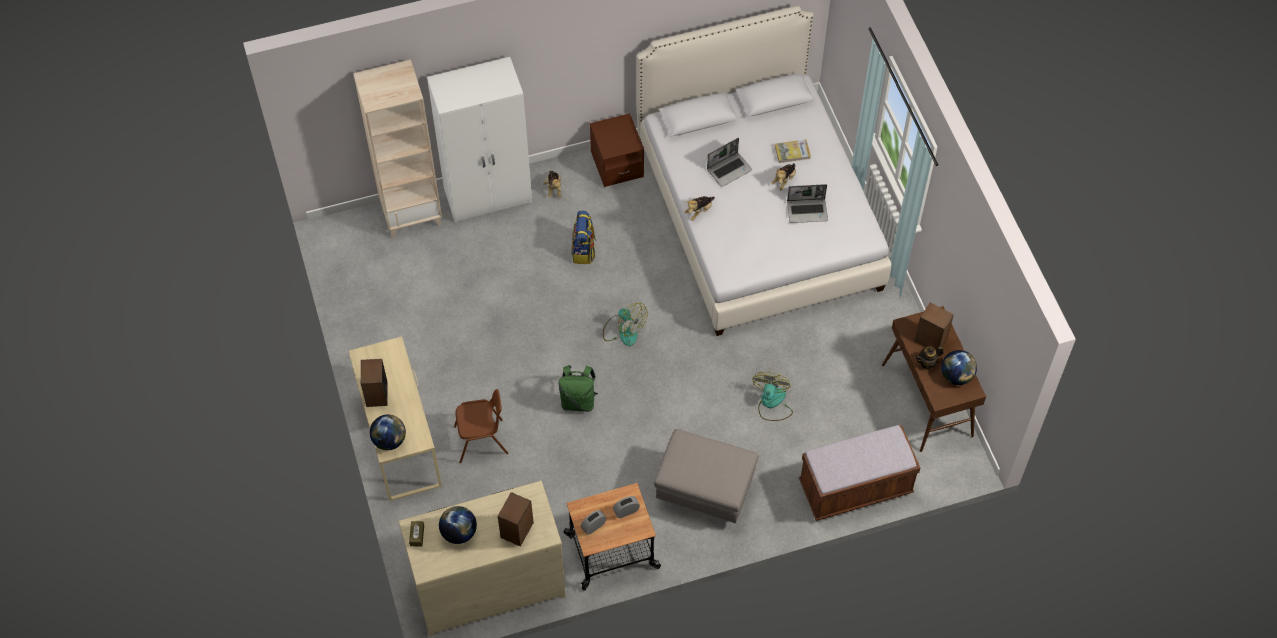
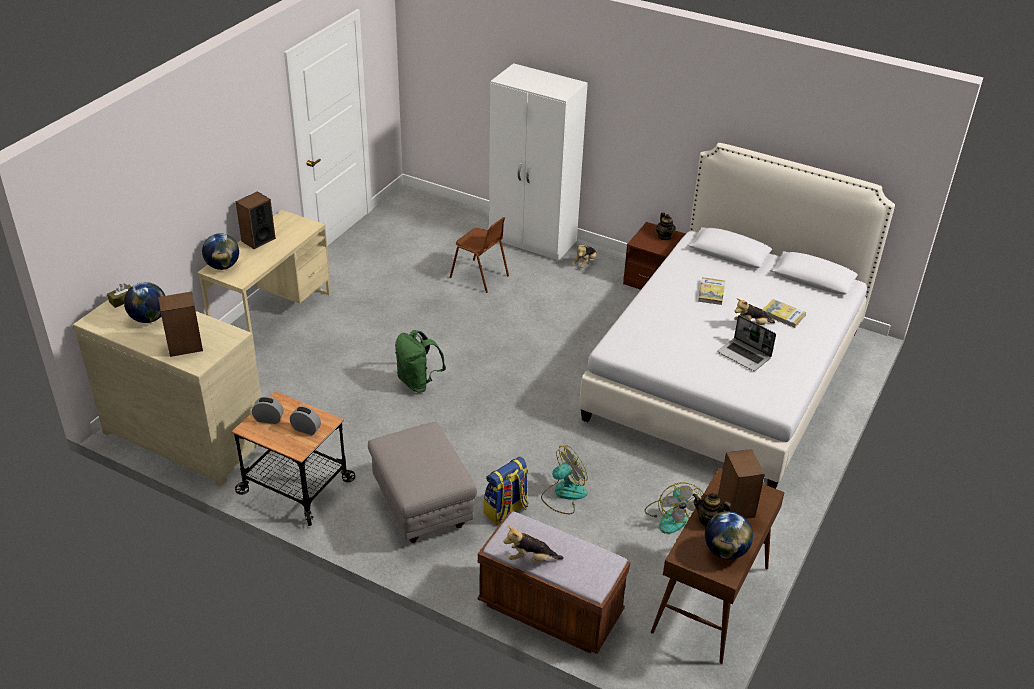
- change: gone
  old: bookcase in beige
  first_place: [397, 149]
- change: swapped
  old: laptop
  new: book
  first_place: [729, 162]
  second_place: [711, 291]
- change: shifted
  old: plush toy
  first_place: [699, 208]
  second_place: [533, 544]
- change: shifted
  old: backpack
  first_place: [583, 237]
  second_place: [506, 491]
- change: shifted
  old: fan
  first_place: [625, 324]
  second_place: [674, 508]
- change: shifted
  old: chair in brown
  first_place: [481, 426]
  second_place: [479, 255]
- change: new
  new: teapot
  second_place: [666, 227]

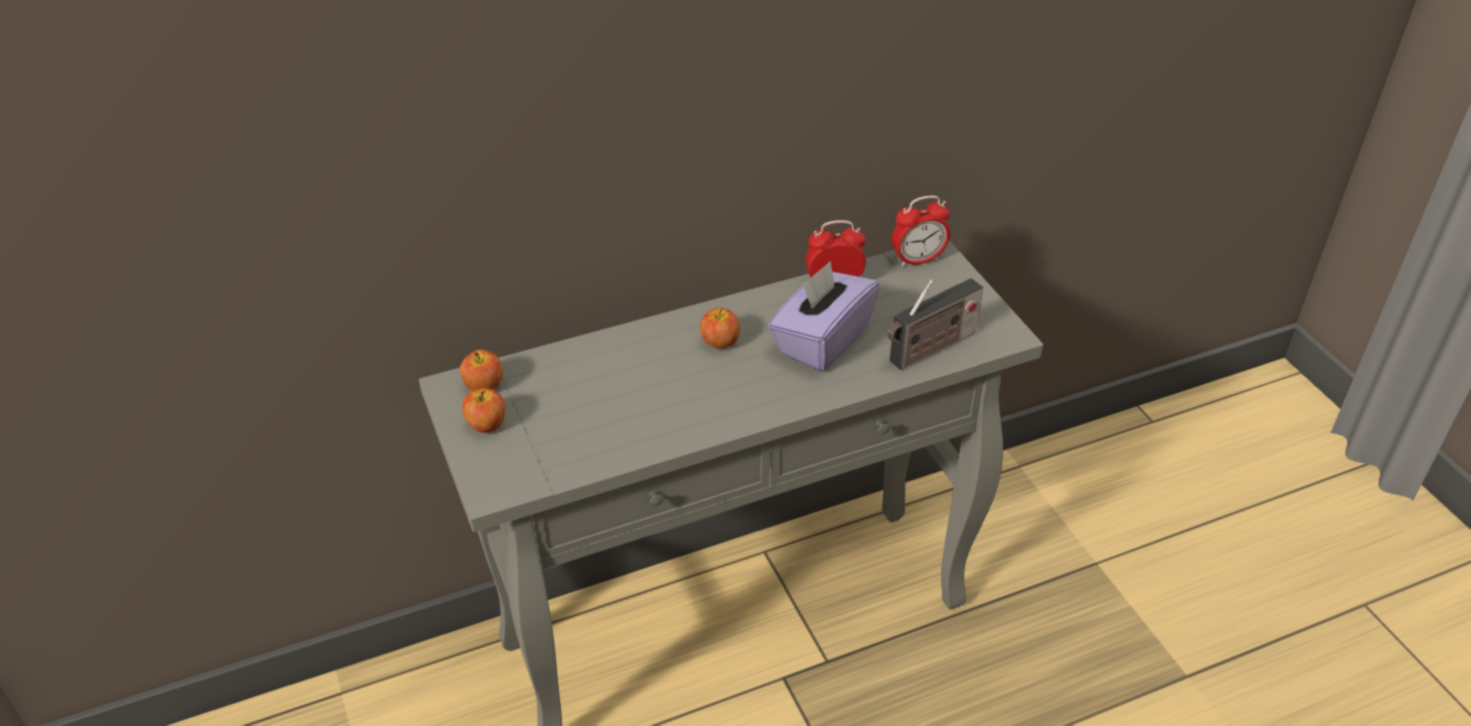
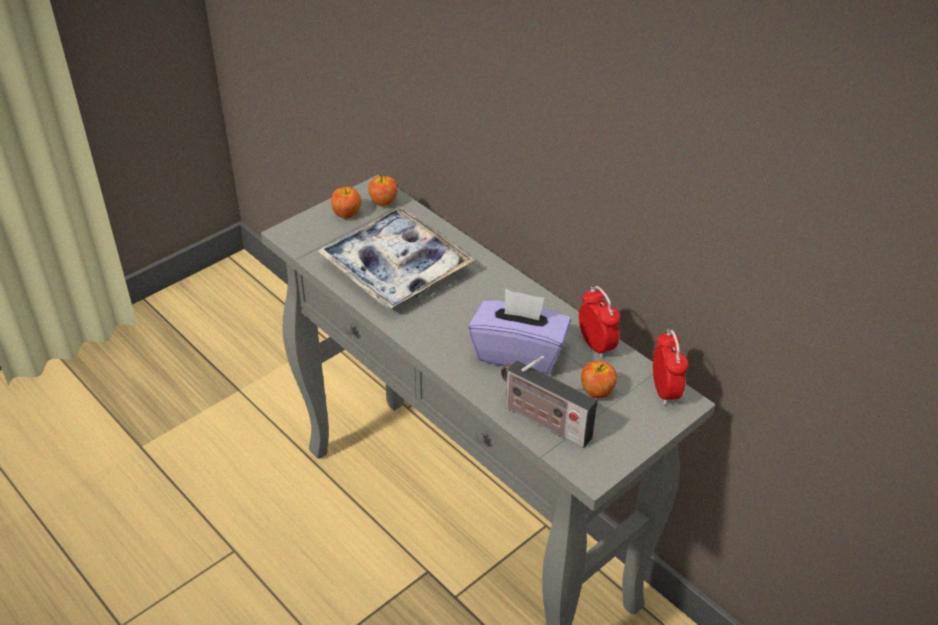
- change: rotated
  old: alarm clock
  first_place: [921, 231]
  second_place: [670, 367]
  degrees: -150
- change: shifted
  old: apple
  first_place: [720, 328]
  second_place: [599, 379]
- change: new
  new: tray
  second_place: [395, 258]

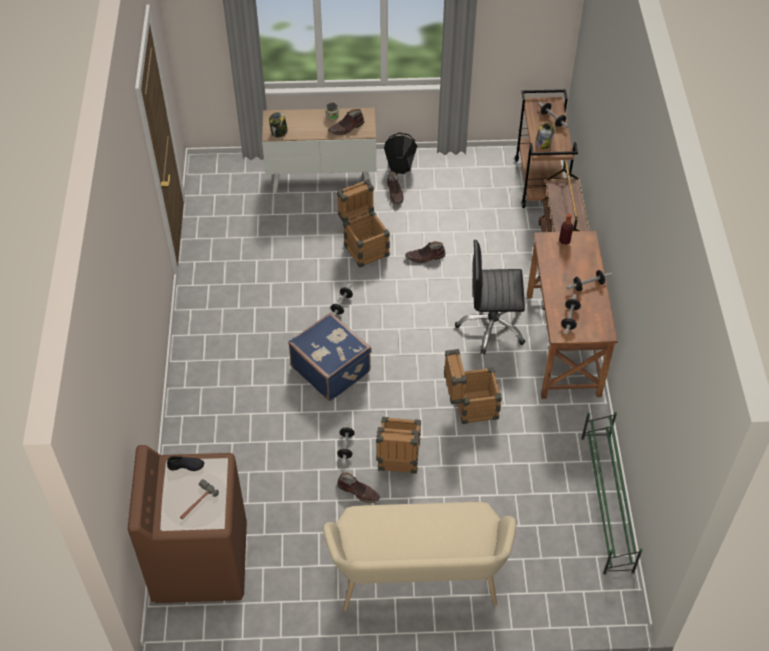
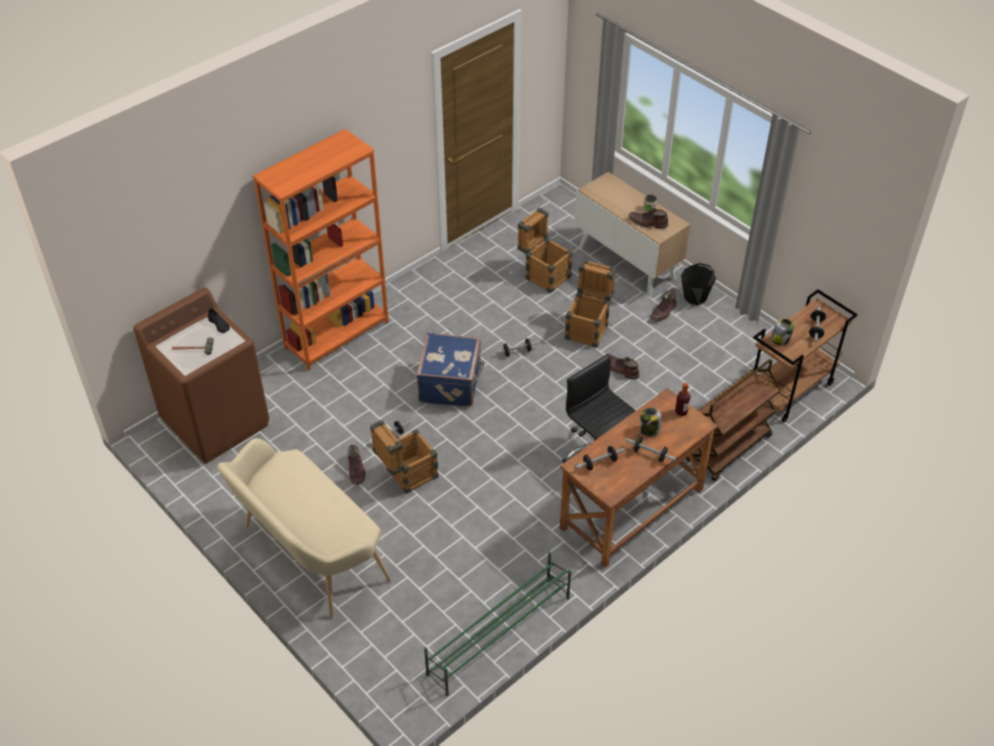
- change: shifted
  old: jar
  first_place: [278, 125]
  second_place: [650, 422]
- change: shifted
  old: crate
  first_place: [473, 386]
  second_place: [545, 250]
- change: new
  new: bookcase in orange
  second_place: [321, 250]

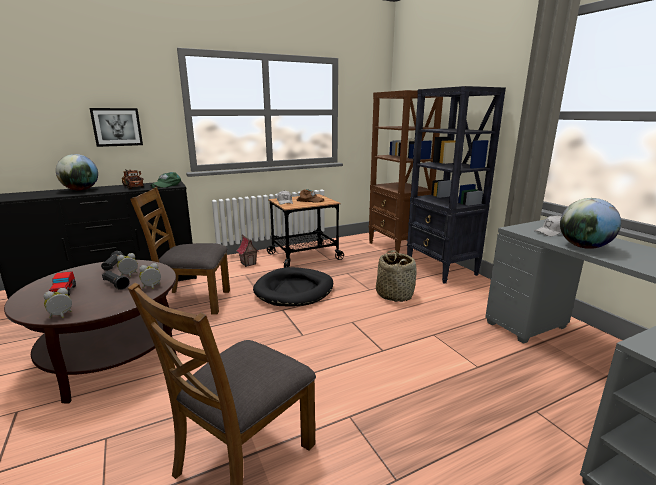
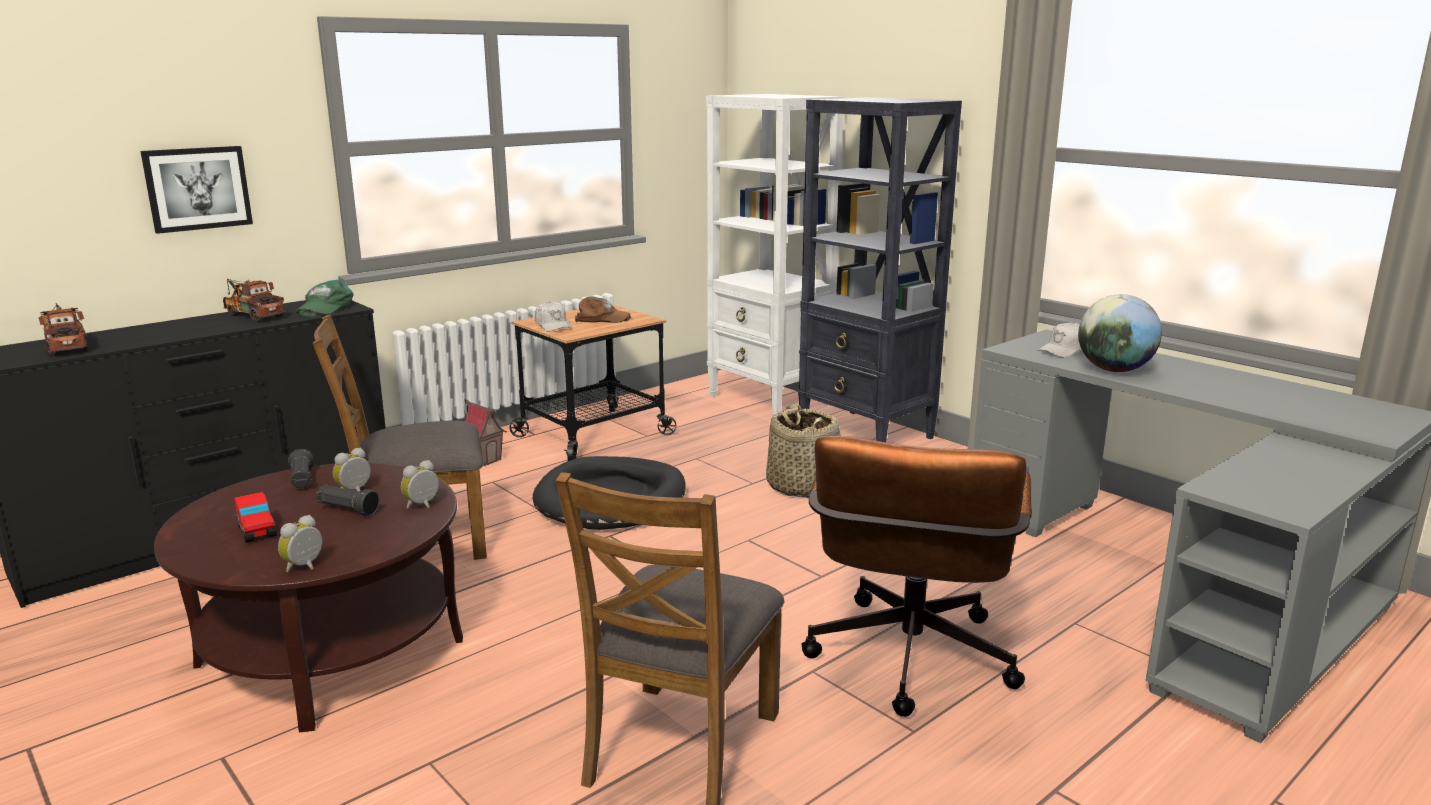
- change: repainted
  old: bookcase in brown
  new: bookcase in white
  first_place: [406, 171]
  second_place: [775, 254]
- change: gone
  old: globe
  first_place: [77, 172]
- change: new
  new: toy truck
  second_place: [63, 329]
- change: new
  new: office chair in brown
  second_place: [916, 576]

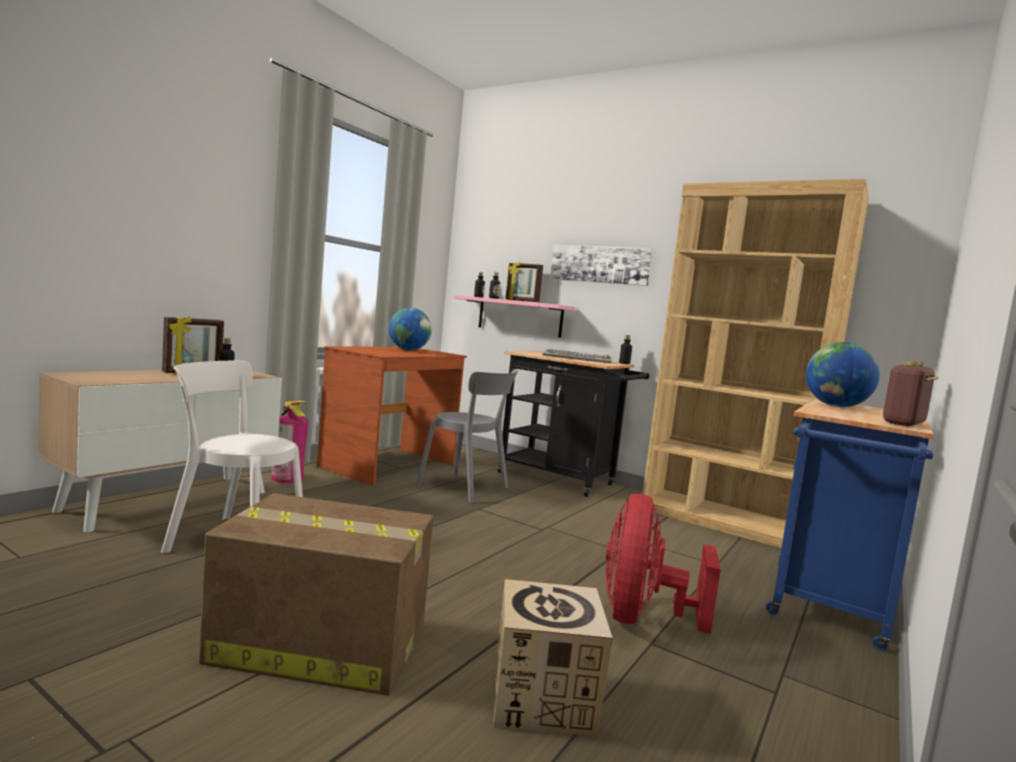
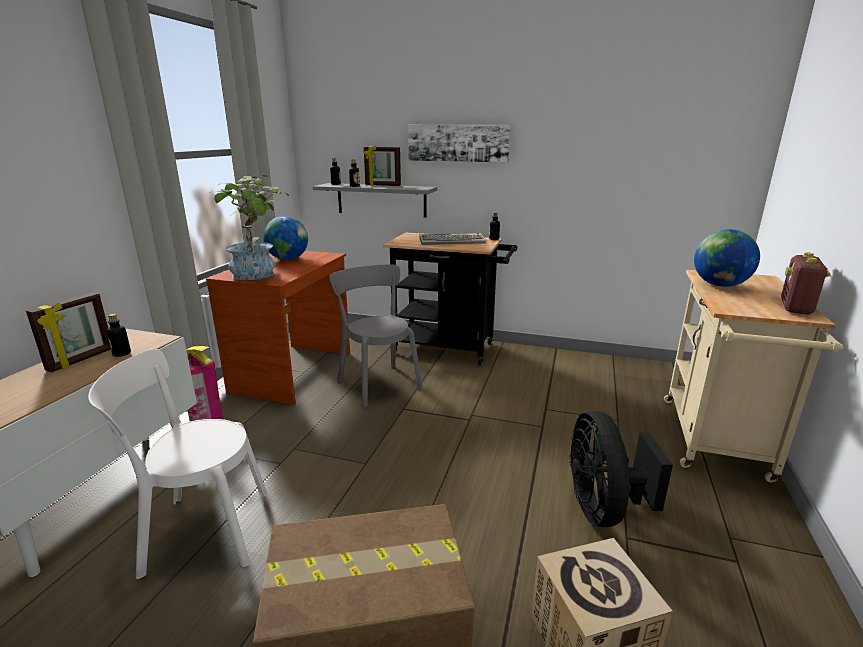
- change: gone
  old: bookcase in brown
  first_place: [756, 363]
- change: repainted
  old: shelf in pink
  new: shelf in grey
  first_place: [514, 316]
  second_place: [375, 200]
- change: rotated
  old: chair in grey
  first_place: [467, 436]
  second_place: [376, 335]
  degrees: -135
- change: repainted
  old: cart in blue
  new: cart in beige
  first_place: [850, 525]
  second_place: [753, 376]
- change: repainted
  old: fan in red
  new: fan in black
  first_place: [663, 564]
  second_place: [621, 469]
- change: new
  new: potted plant
  second_place: [249, 227]

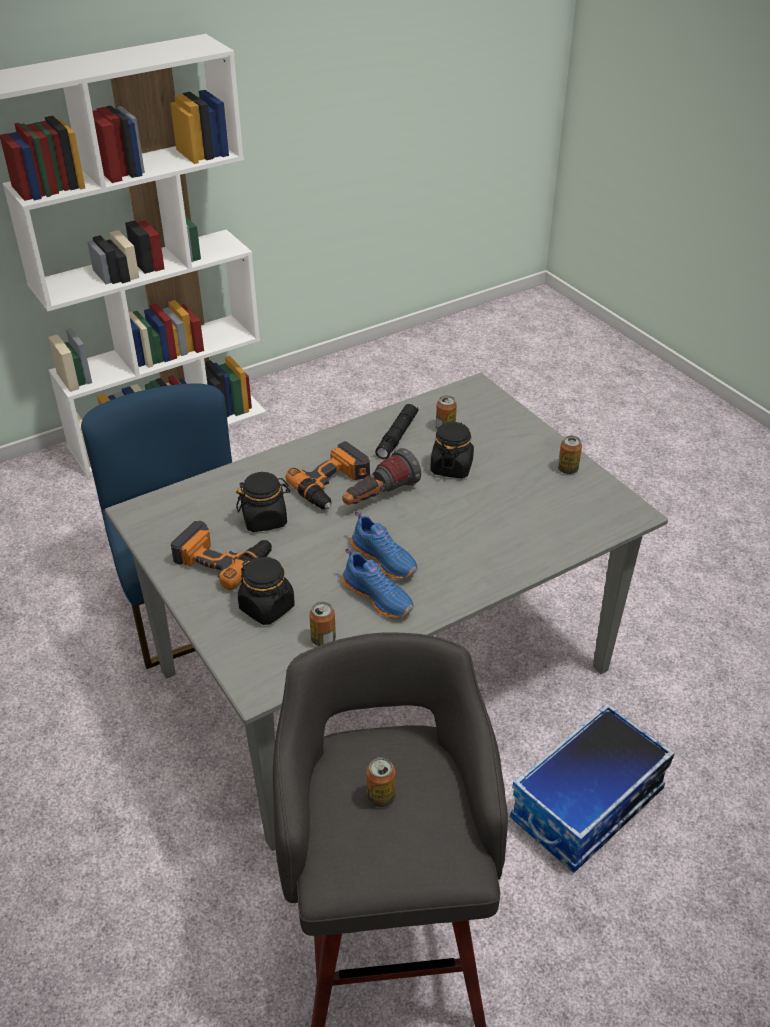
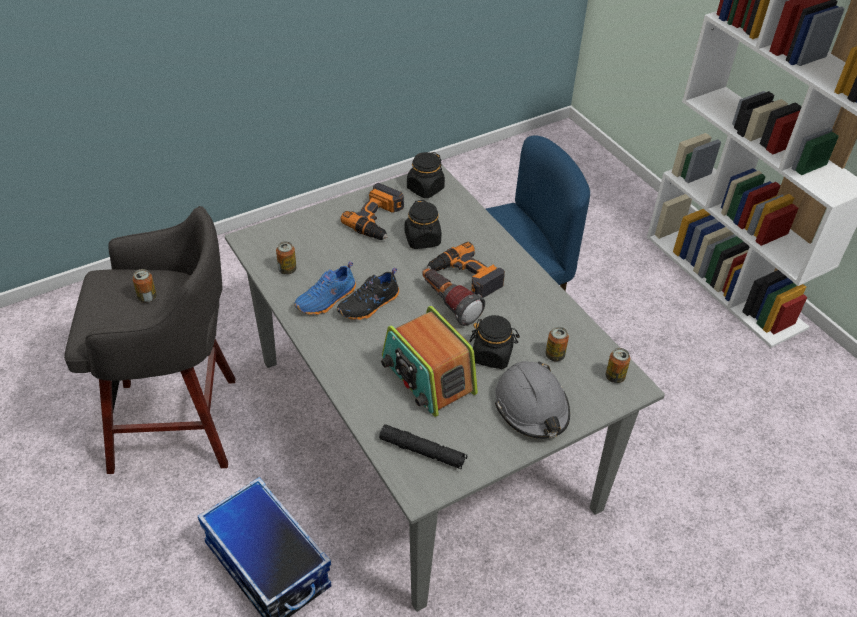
- change: shifted
  old: flashlight in black
  first_place: [397, 431]
  second_place: [423, 447]
- change: shifted
  old: can
  first_place: [570, 455]
  second_place: [617, 365]
- change: repainted
  old: shoe in blue
  new: shoe in black
  first_place: [384, 544]
  second_place: [368, 294]
- change: shifted
  old: jar in black
  first_place: [266, 591]
  second_place: [426, 175]
- change: new
  new: radio
  second_place: [429, 361]
- change: new
  new: hard hat in grey
  second_place: [532, 400]

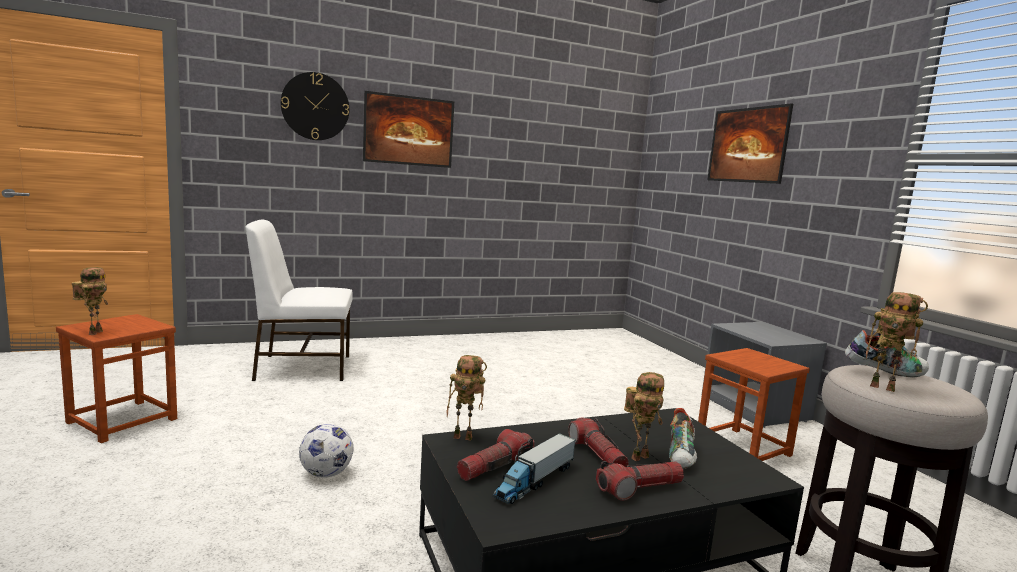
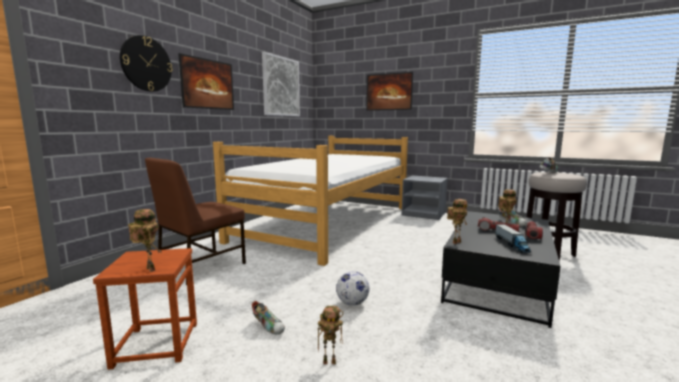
- change: repainted
  old: chair in white
  new: chair in brown
  first_place: [299, 300]
  second_place: [195, 221]
- change: shifted
  old: toy robot
  first_place: [897, 342]
  second_place: [330, 335]
- change: gone
  old: stool in brown
  first_place: [754, 404]
- change: gone
  old: flashlight
  first_place: [496, 455]
- change: new
  new: picture
  second_place: [281, 84]
- change: new
  new: bed
  second_place: [310, 201]
- change: new
  new: shoe
  second_place: [268, 318]

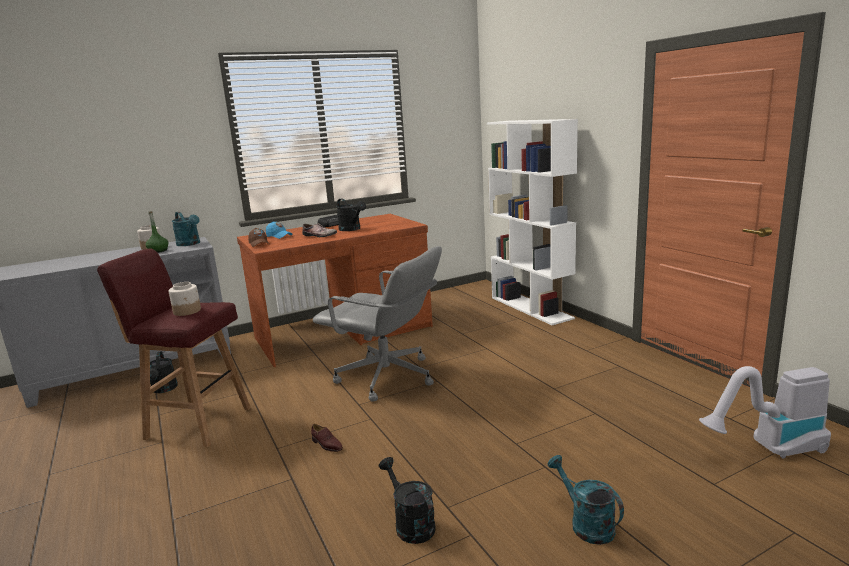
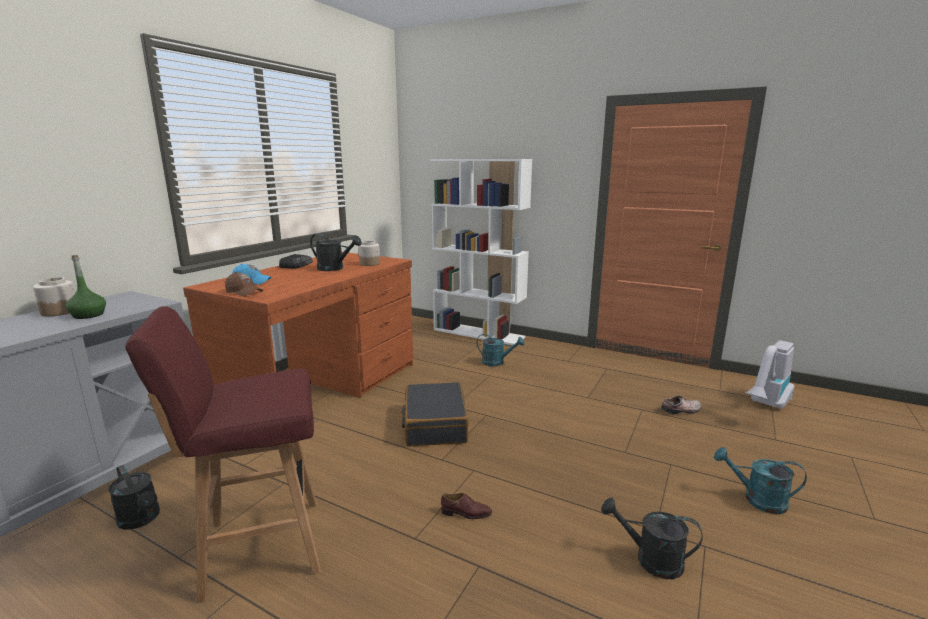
- change: shifted
  old: watering can in turquoise
  first_place: [186, 229]
  second_place: [500, 350]
- change: shifted
  old: shoe
  first_place: [319, 230]
  second_place: [681, 405]
- change: swapped
  old: office chair in grey
  new: suitcase in black
  first_place: [377, 324]
  second_place: [435, 414]
- change: shifted
  old: jar
  first_place: [185, 299]
  second_place: [369, 253]

